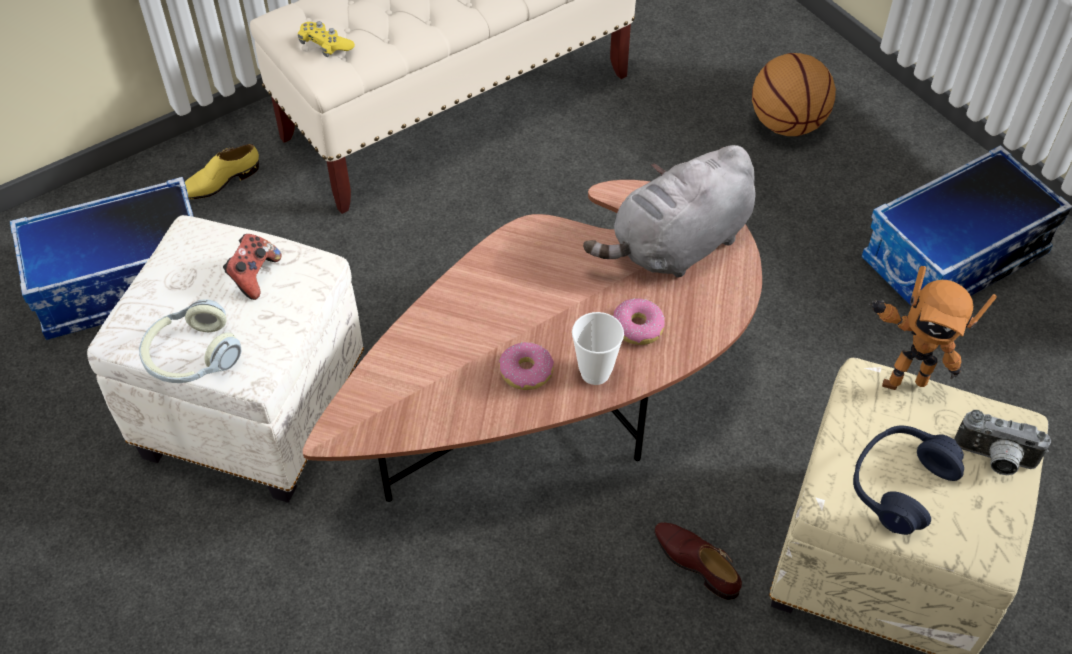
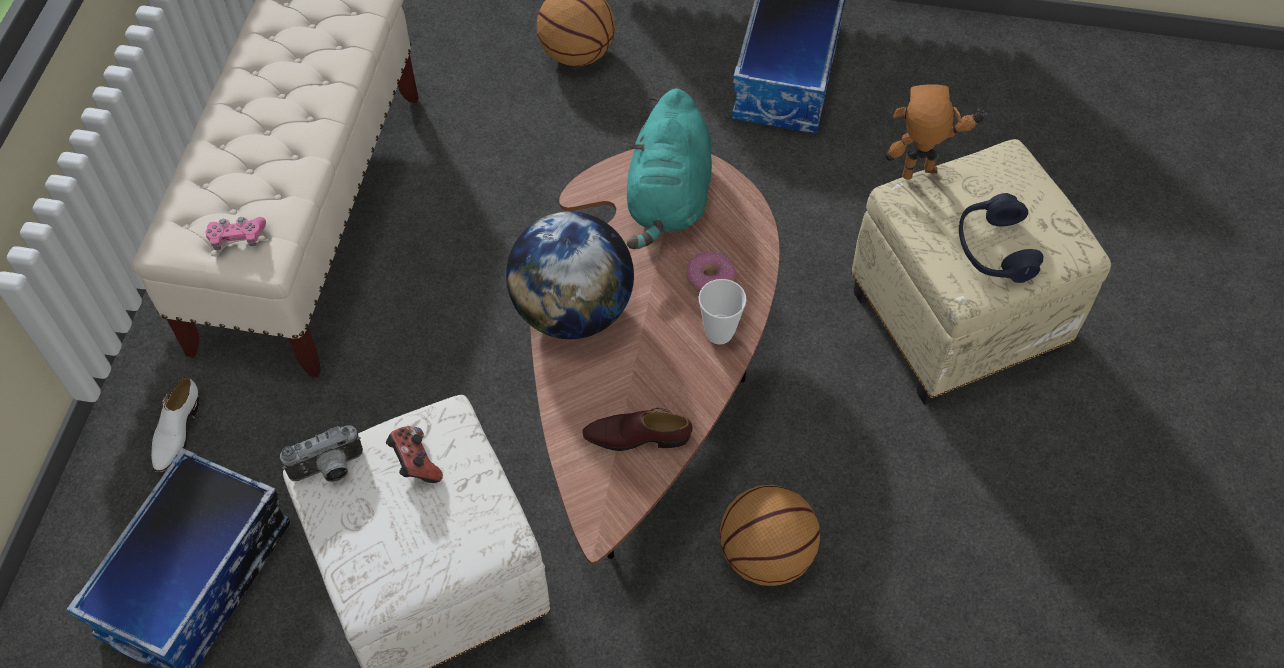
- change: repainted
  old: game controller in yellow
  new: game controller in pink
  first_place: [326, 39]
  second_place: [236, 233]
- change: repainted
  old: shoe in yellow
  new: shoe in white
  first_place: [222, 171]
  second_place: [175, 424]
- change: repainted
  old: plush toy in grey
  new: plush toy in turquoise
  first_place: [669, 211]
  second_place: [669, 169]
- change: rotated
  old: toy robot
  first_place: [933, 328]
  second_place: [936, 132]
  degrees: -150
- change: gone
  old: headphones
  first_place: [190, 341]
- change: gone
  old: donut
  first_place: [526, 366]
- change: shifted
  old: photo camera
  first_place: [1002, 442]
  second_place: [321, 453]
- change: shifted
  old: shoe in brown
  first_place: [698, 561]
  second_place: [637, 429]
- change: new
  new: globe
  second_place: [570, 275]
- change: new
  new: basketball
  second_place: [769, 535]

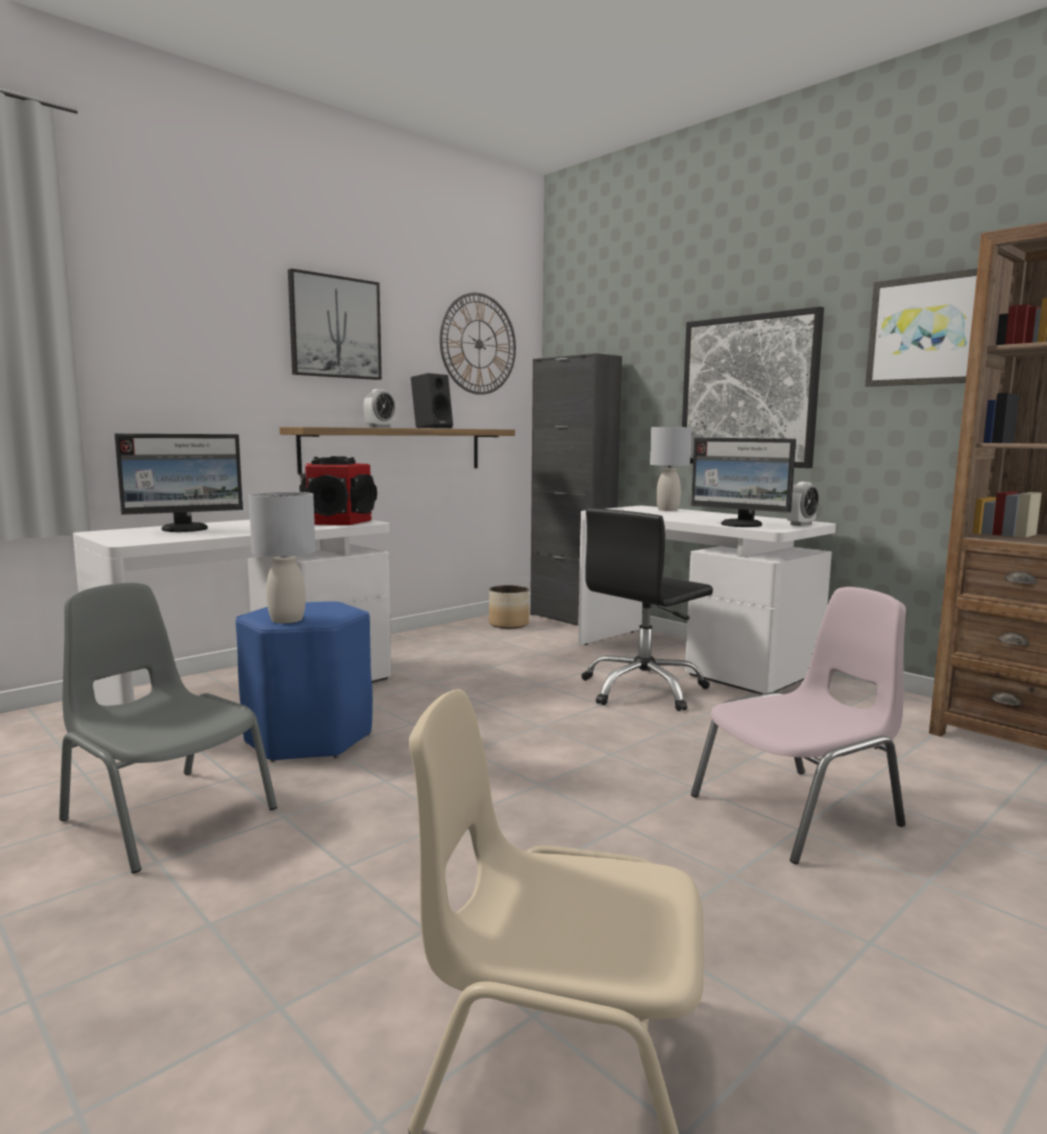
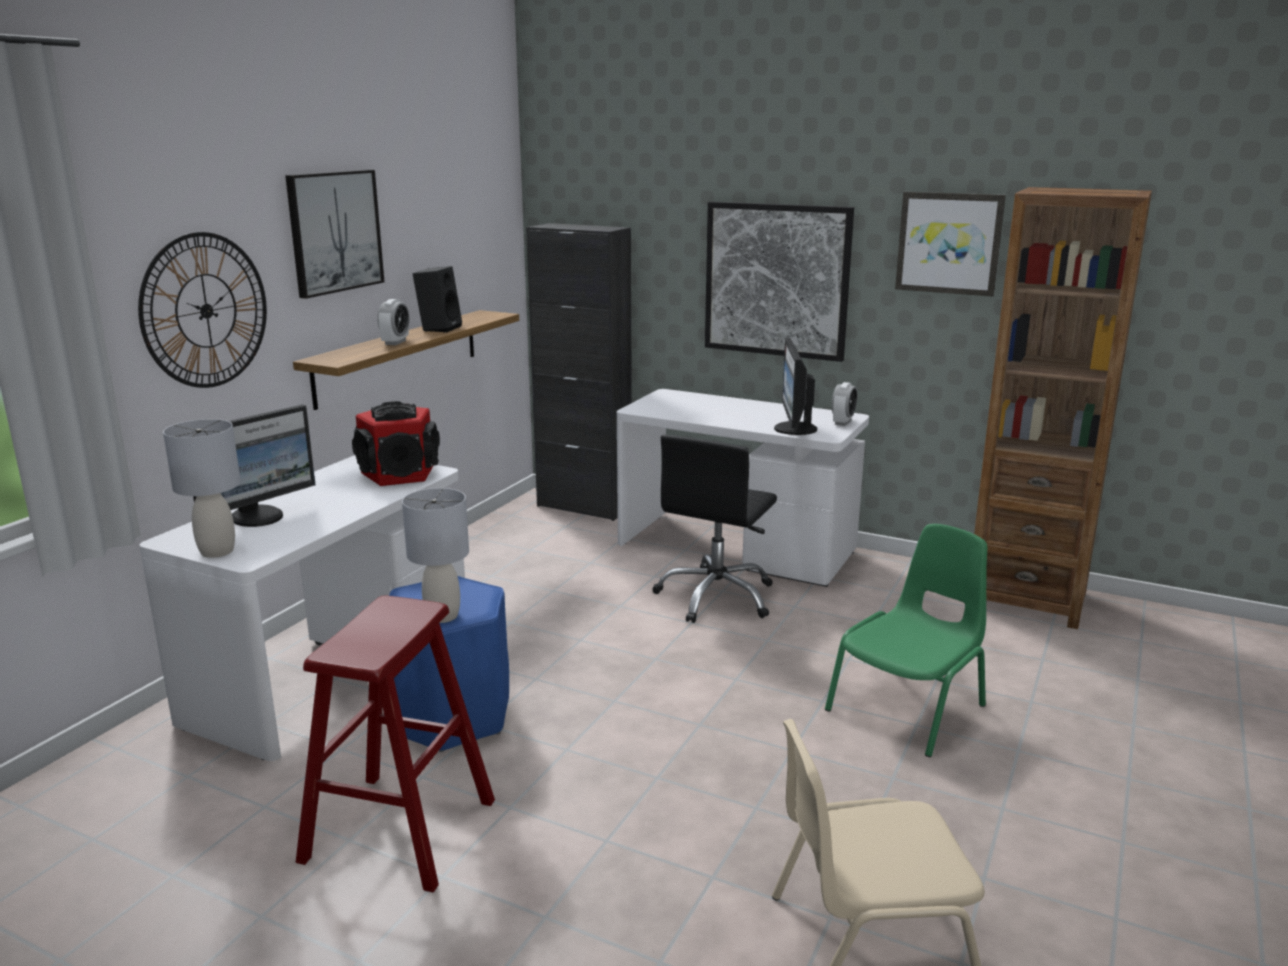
- change: shifted
  old: wall clock
  first_place: [478, 344]
  second_place: [202, 310]
- change: shifted
  old: table lamp in grey
  first_place: [671, 469]
  second_place: [202, 488]
- change: rotated
  old: monitor
  first_place: [743, 482]
  second_place: [795, 386]
  degrees: 75
- change: swapped
  old: chair in grey
  new: stool in red
  first_place: [168, 728]
  second_place: [395, 744]
- change: gone
  old: planter
  first_place: [509, 607]
- change: repainted
  old: chair in pink
  new: chair in green
  first_place: [798, 725]
  second_place: [906, 640]

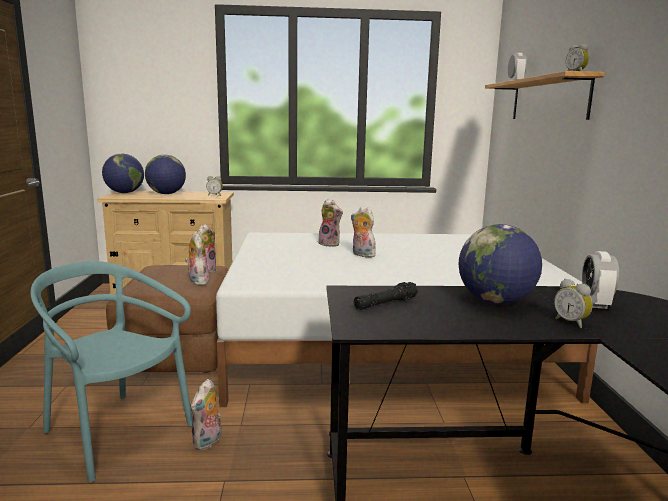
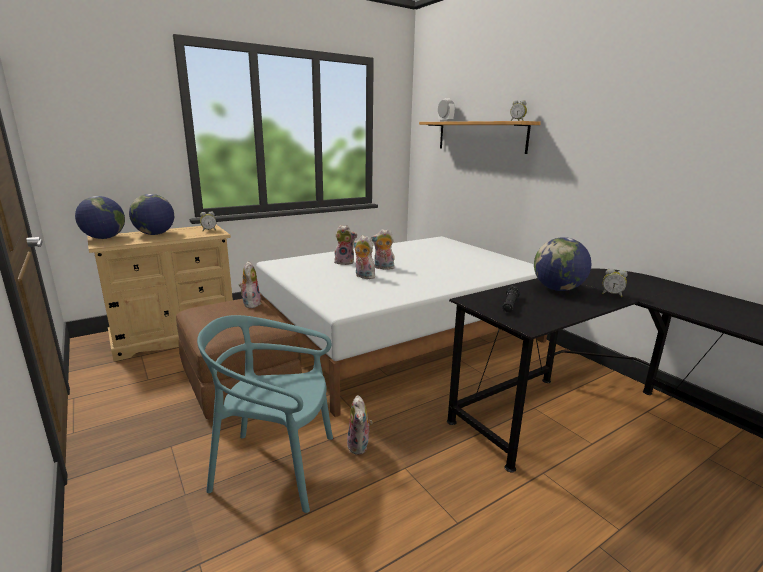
- change: shifted
  old: plush toy
  first_place: [197, 258]
  second_place: [364, 257]
- change: gone
  old: alarm clock
  first_place: [600, 280]

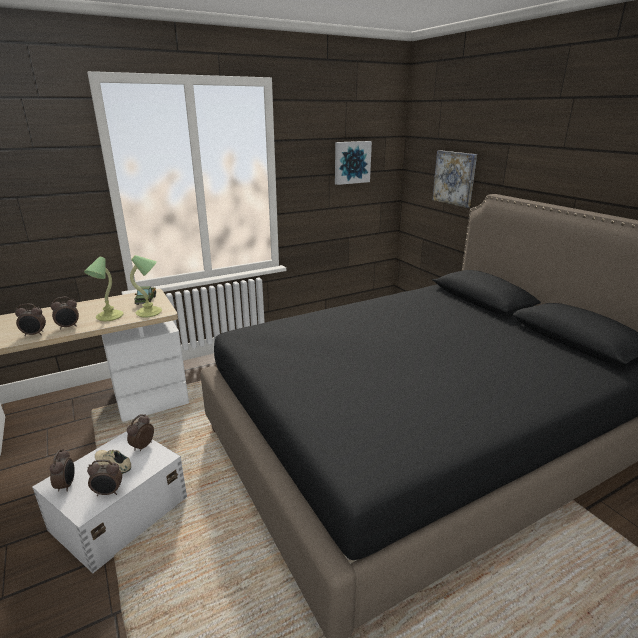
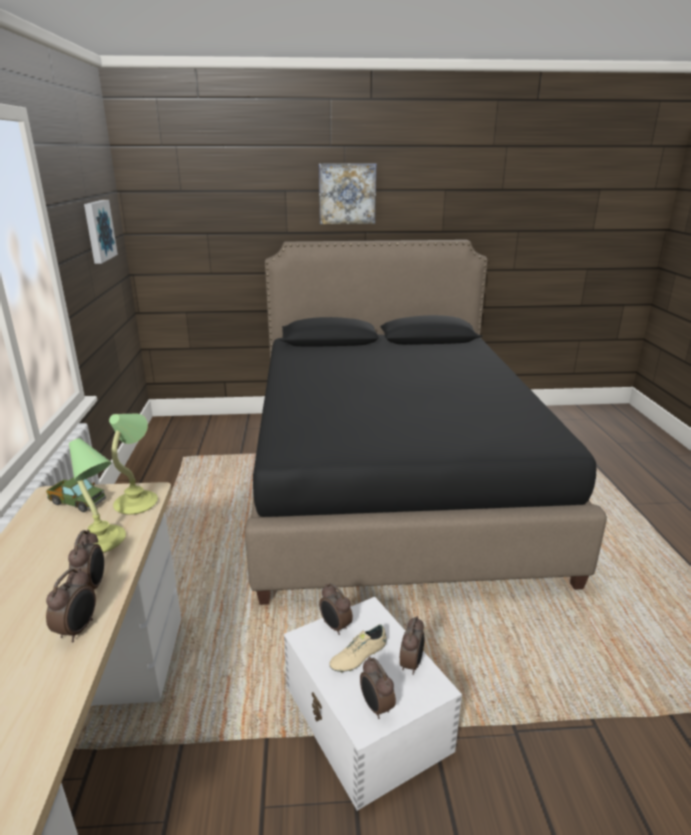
- change: shifted
  old: picture
  first_place: [454, 179]
  second_place: [347, 194]
- change: rotated
  old: alarm clock
  first_place: [62, 470]
  second_place: [378, 687]
  degrees: -135

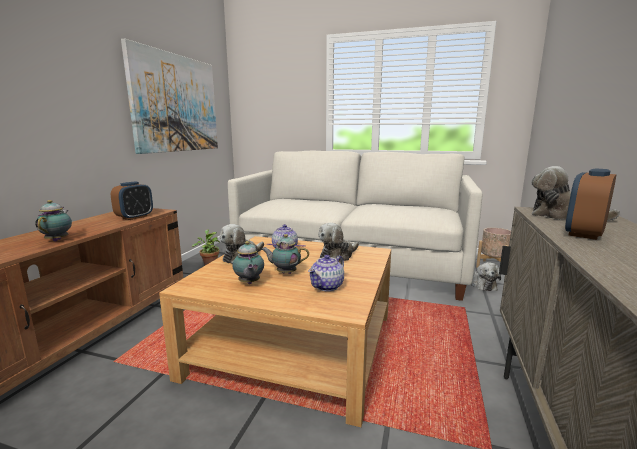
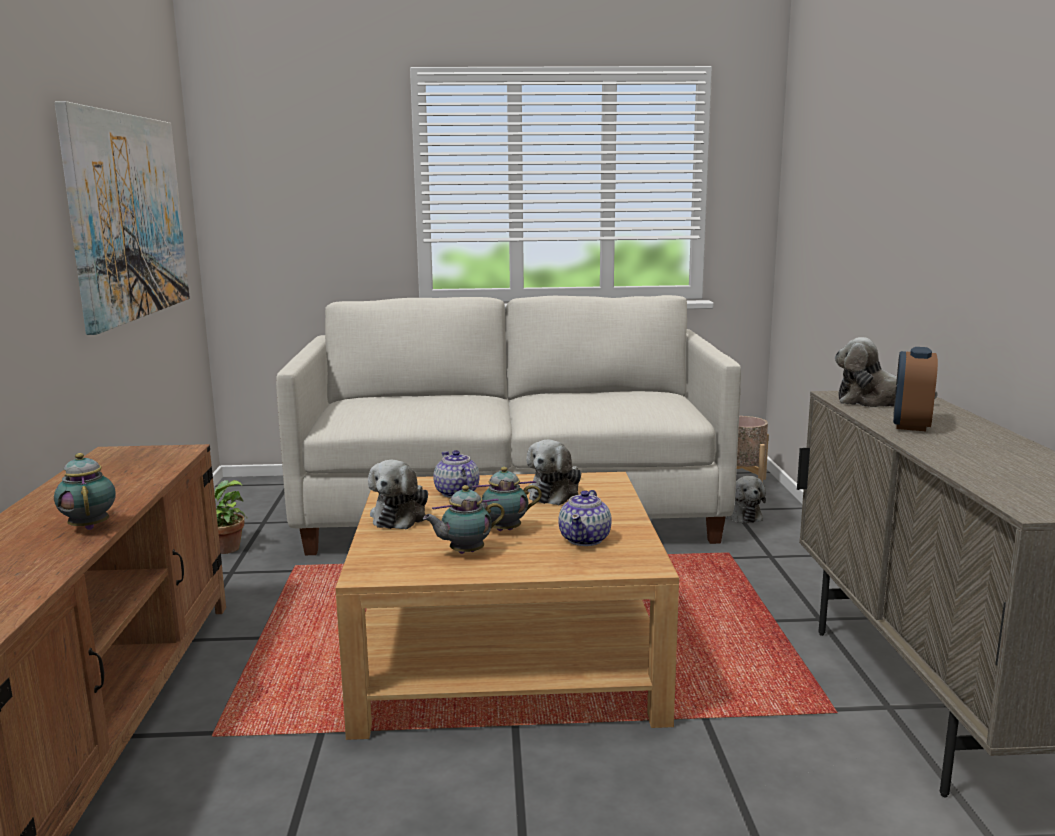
- change: gone
  old: alarm clock
  first_place: [132, 201]
- change: rotated
  old: teapot
  first_place: [248, 262]
  second_place: [464, 519]
  degrees: 105

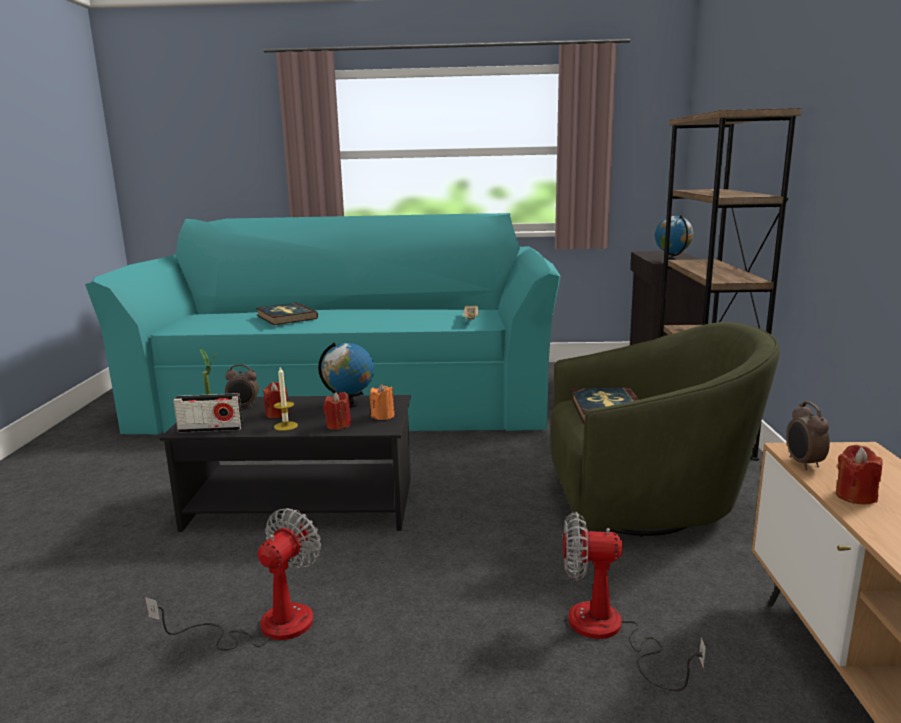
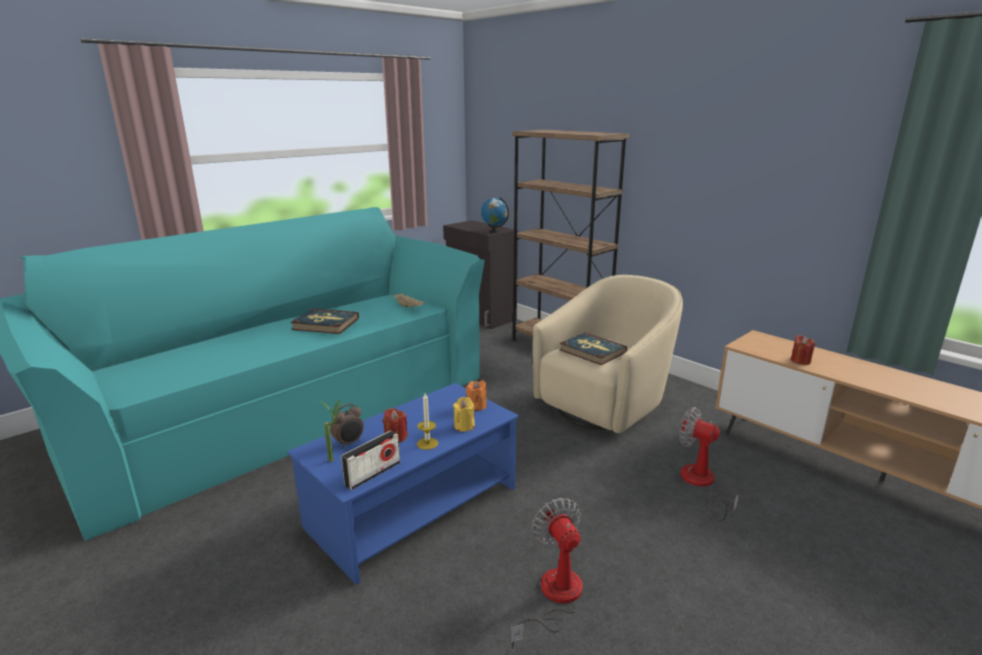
- change: shifted
  old: book
  first_place: [287, 314]
  second_place: [324, 321]
- change: repainted
  old: armchair in green
  new: armchair in beige
  first_place: [665, 429]
  second_place: [608, 354]
- change: gone
  old: globe
  first_place: [346, 375]
- change: repainted
  old: candle in red
  new: candle in yellow
  first_place: [337, 411]
  second_place: [464, 414]
- change: repainted
  old: coffee table in black
  new: coffee table in blue
  first_place: [285, 463]
  second_place: [403, 484]
- change: gone
  old: alarm clock
  first_place: [808, 435]
- change: rotated
  old: fan
  first_place: [634, 601]
  second_place: [708, 464]
  degrees: 75

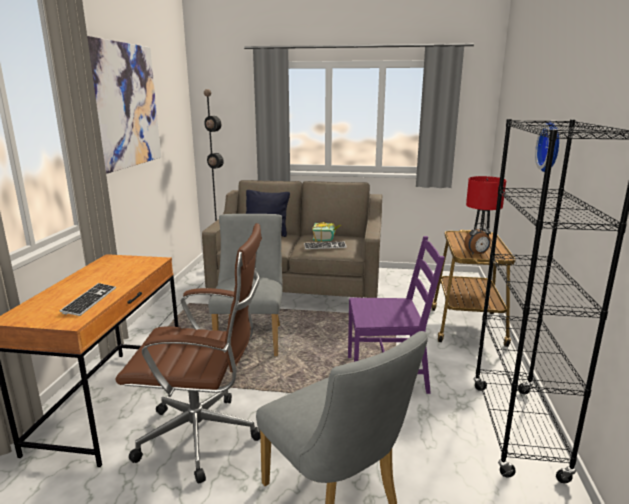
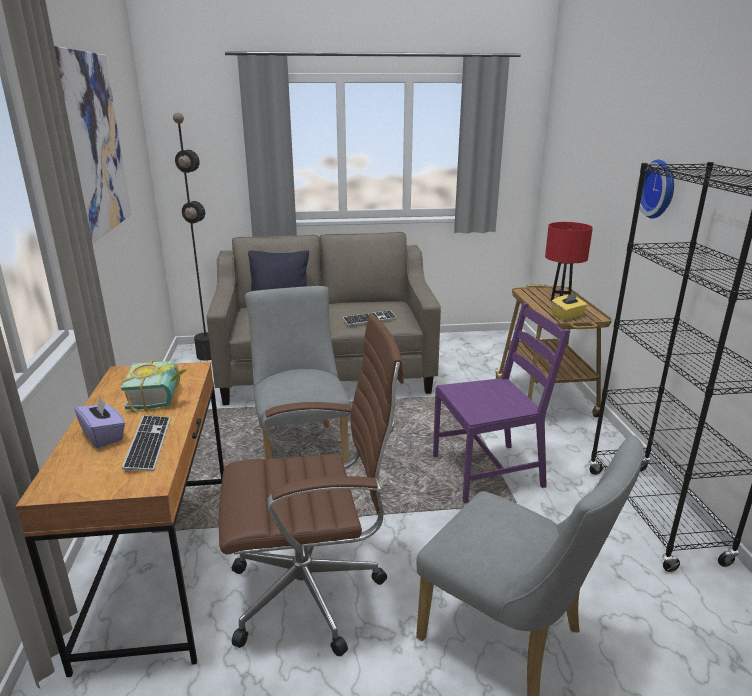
- change: shifted
  old: book
  first_place: [326, 232]
  second_place: [153, 386]
- change: swapped
  old: alarm clock
  new: tissue box in yellow
  first_place: [477, 239]
  second_place: [569, 306]
- change: new
  new: tissue box in purple
  second_place: [100, 421]

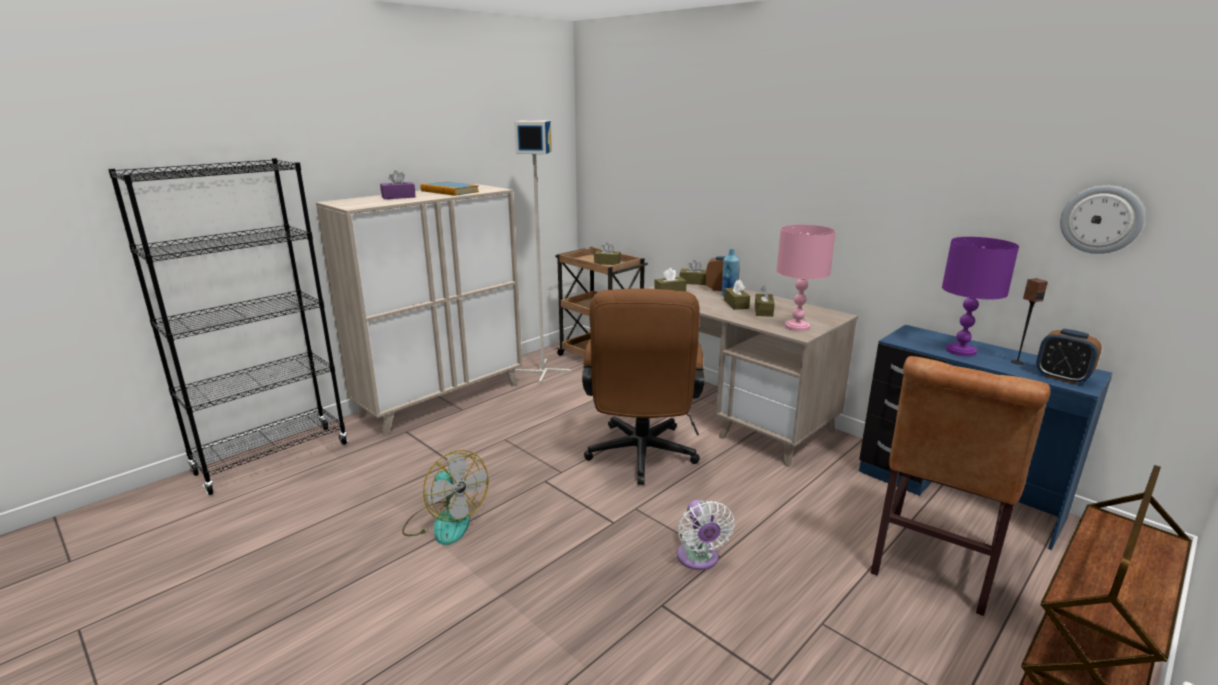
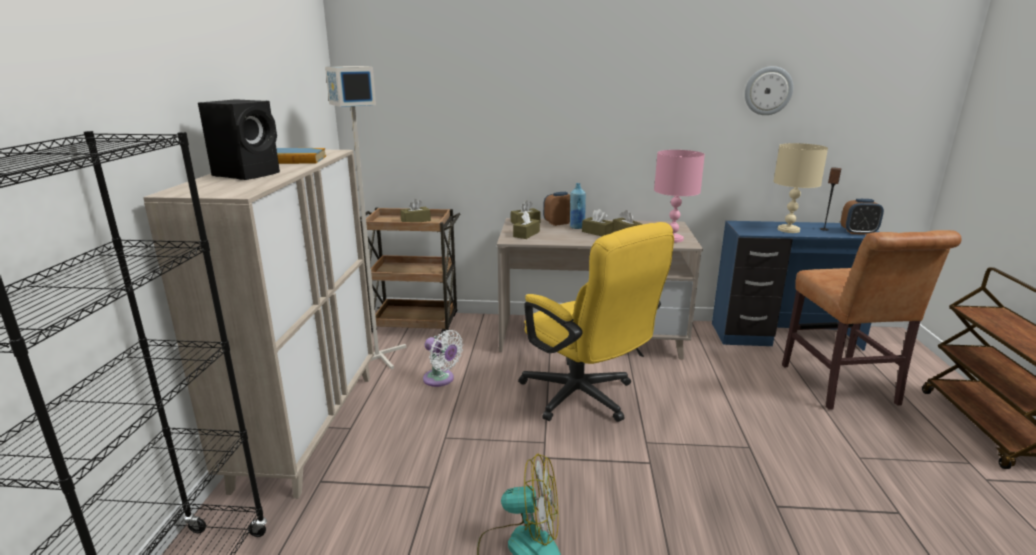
- change: swapped
  old: tissue box in purple
  new: speaker in black
  first_place: [398, 184]
  second_place: [239, 139]
- change: shifted
  old: wall clock
  first_place: [1102, 219]
  second_place: [769, 90]
- change: repainted
  old: table lamp in purple
  new: table lamp in beige
  first_place: [980, 296]
  second_place: [800, 188]
- change: repainted
  old: office chair in brown
  new: office chair in yellow
  first_place: [643, 386]
  second_place: [596, 322]
- change: shifted
  old: fan in white
  first_place: [706, 535]
  second_place: [443, 358]

